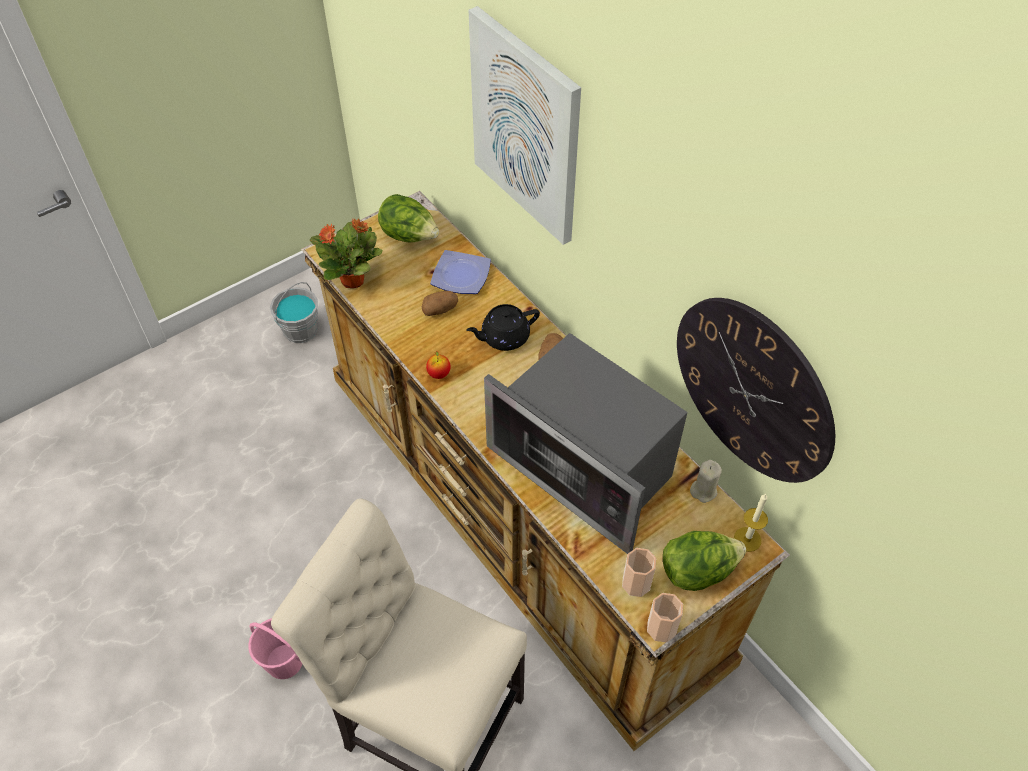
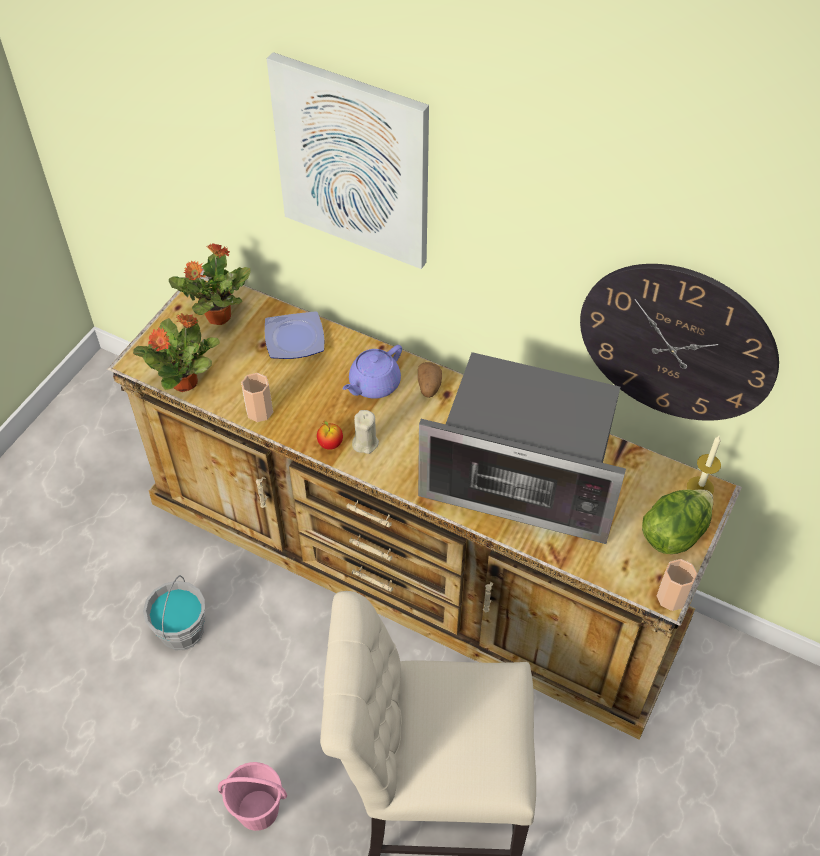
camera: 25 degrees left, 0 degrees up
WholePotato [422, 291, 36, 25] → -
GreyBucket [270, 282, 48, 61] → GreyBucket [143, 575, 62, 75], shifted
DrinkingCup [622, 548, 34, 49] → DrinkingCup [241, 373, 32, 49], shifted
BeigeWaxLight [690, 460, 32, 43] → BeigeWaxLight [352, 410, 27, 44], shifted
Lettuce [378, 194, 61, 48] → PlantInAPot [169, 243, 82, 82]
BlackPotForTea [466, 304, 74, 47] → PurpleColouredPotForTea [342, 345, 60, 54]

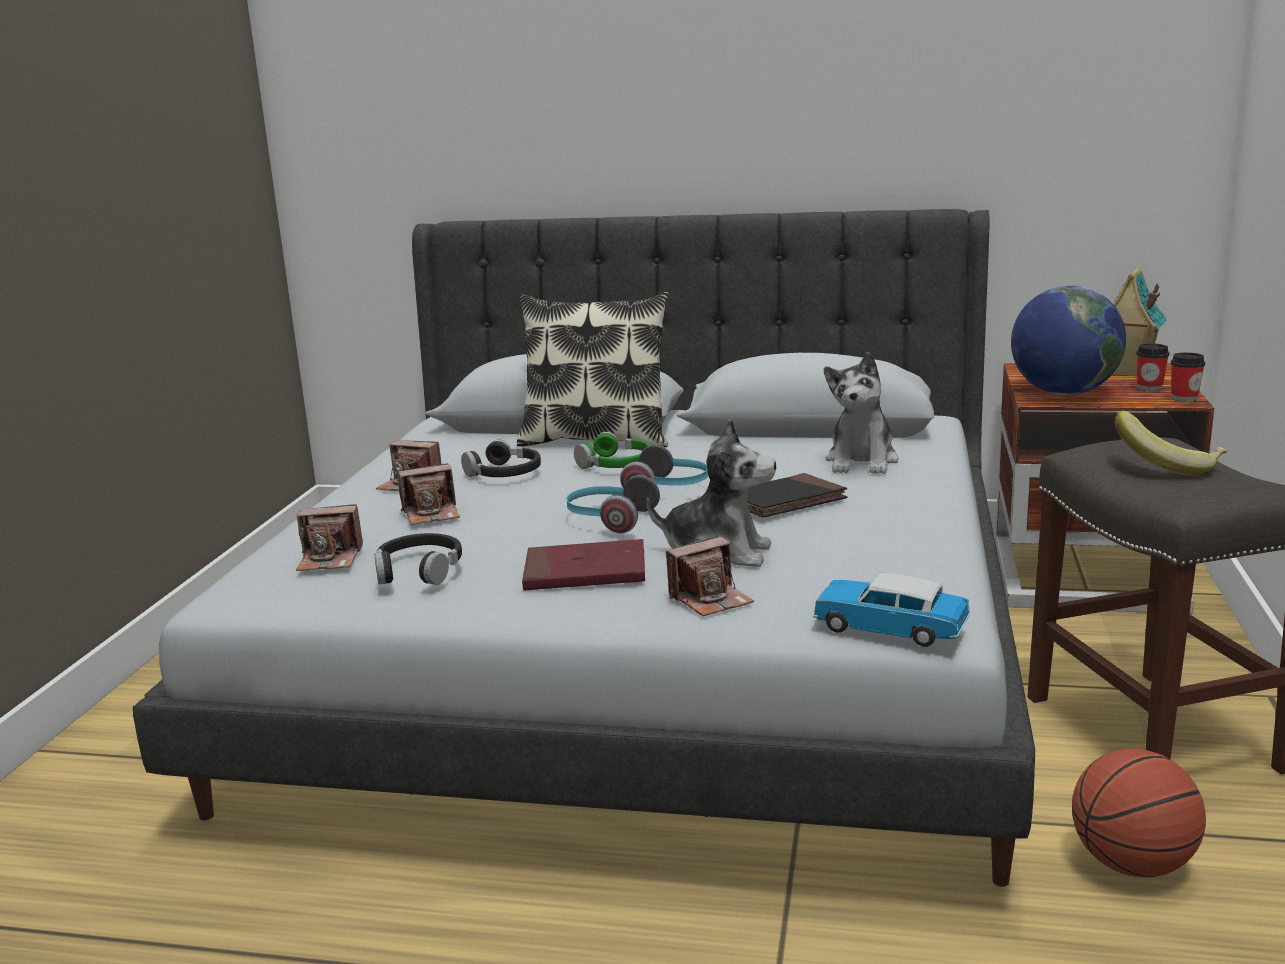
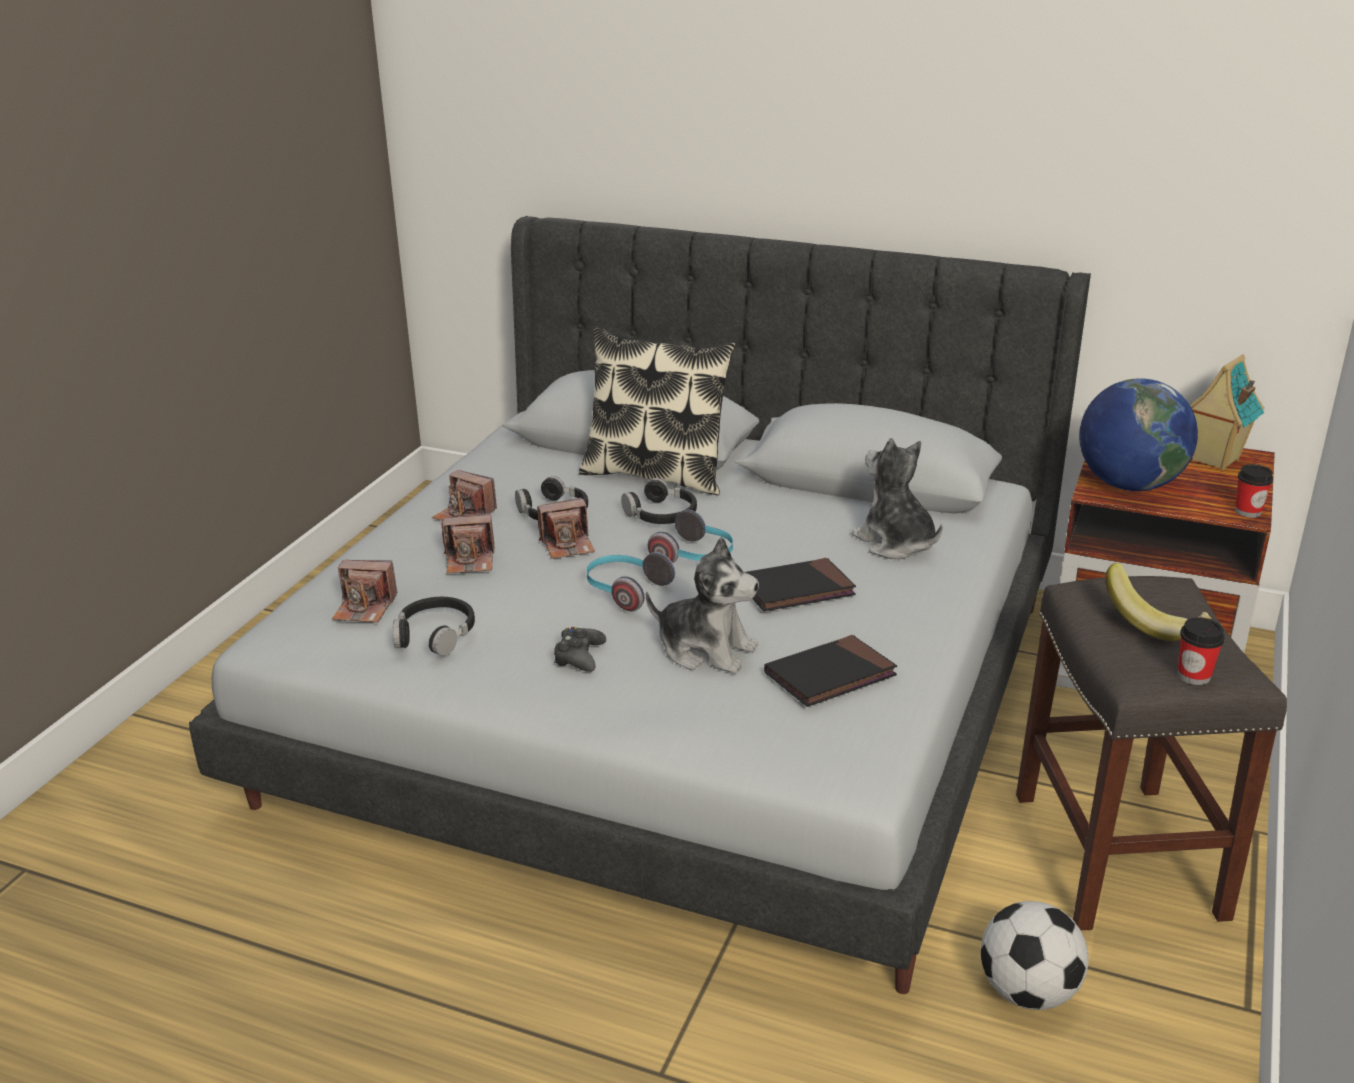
camera: 10 degrees right, 10 degrees up
ToyCar [813, 573, 157, 74] → -
- → BlackBoundBook [764, 635, 133, 72]
PhotoCamera [666, 536, 88, 80] → PhotoCamera [537, 497, 58, 62], shifted
DrinkingCup [1136, 343, 33, 48] → DrinkingCup [1178, 617, 47, 68], shifted
RedBoundBook [522, 539, 123, 52] → BlackGameController [554, 627, 52, 45]
BasketballBall [1072, 749, 134, 128] → Football [981, 901, 108, 109]
GreenishPairOfHeadphones [574, 432, 77, 37] → BlackPairOfHeadphones [621, 478, 76, 46]
PlushToy [824, 352, 75, 122] → PlushToy [851, 438, 91, 121], 120 degrees clockwise

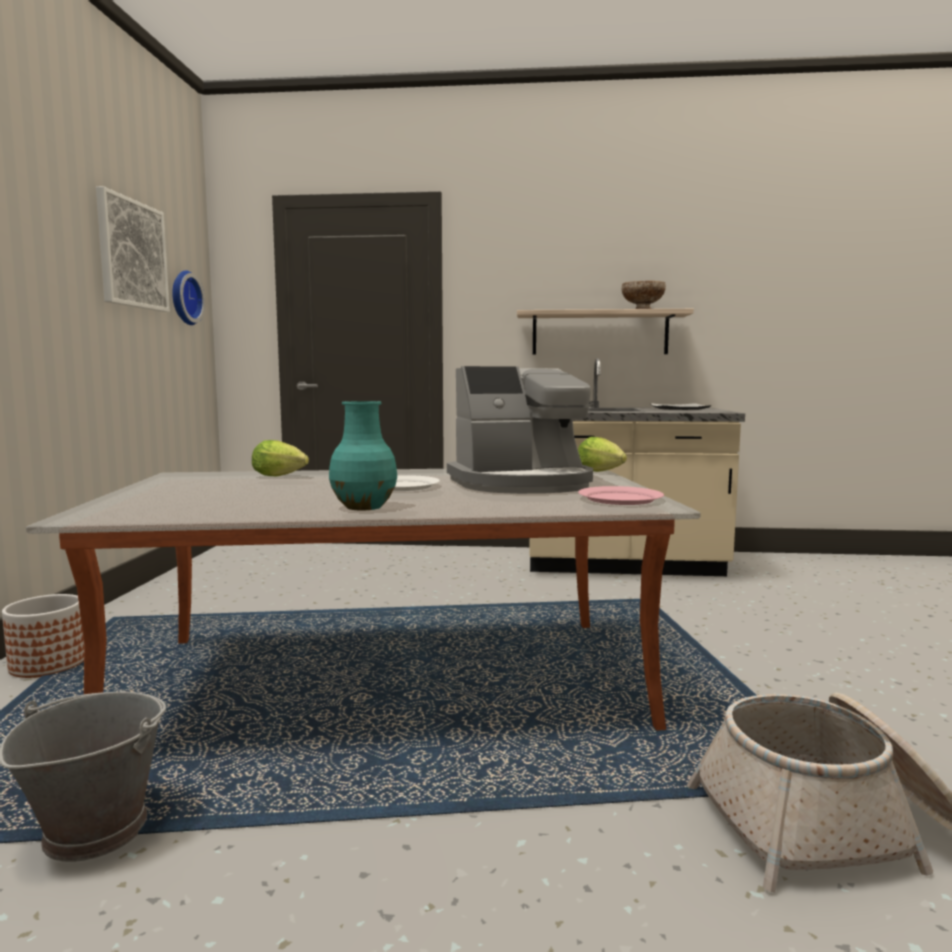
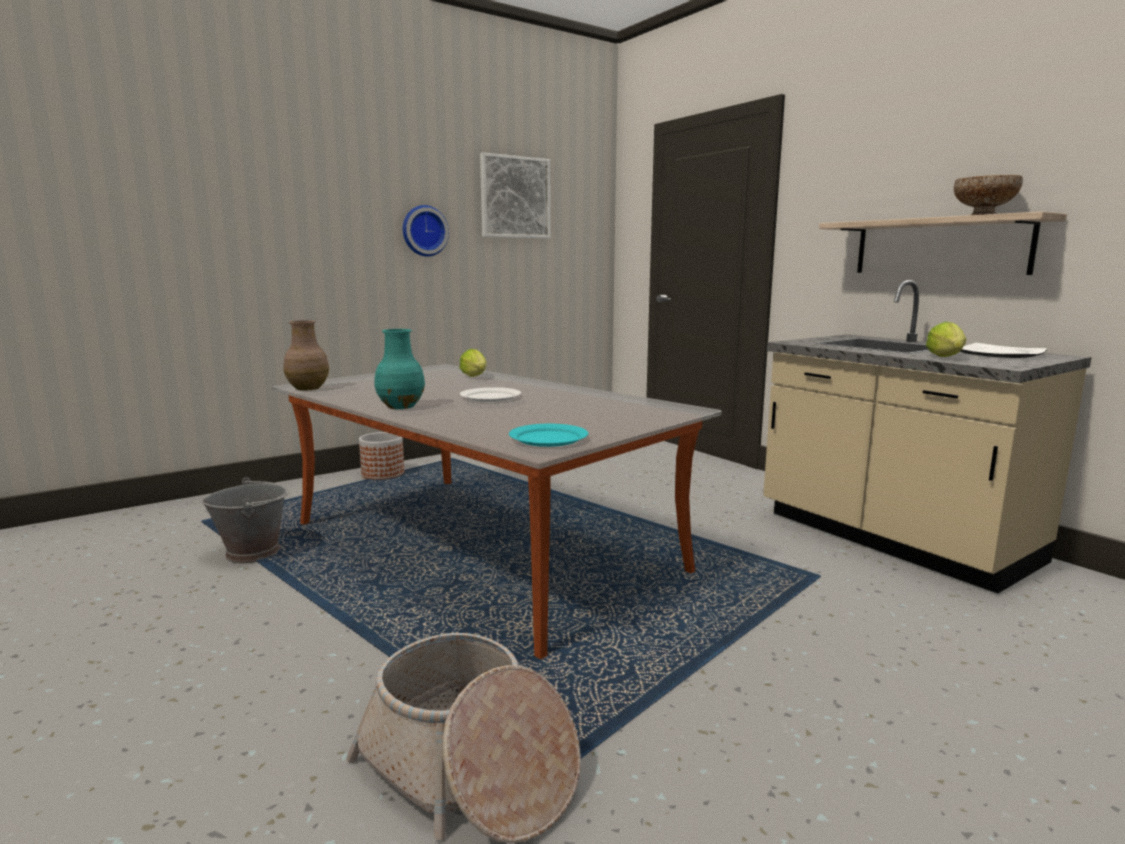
camera: 50 degrees right, 5 degrees up
CoffeeMachine [447, 366, 147, 128] → -
- → BrownColouredFlowerVase [283, 320, 46, 71]
WallClock [172, 270, 33, 55] → WallClock [403, 205, 46, 52], shifted
Lettuce [578, 437, 49, 35] → Lettuce [926, 322, 40, 35], shifted
PinkDinnerPlate [578, 486, 86, 19] → TurquoiseColouredDinnerPlate [509, 424, 79, 23]

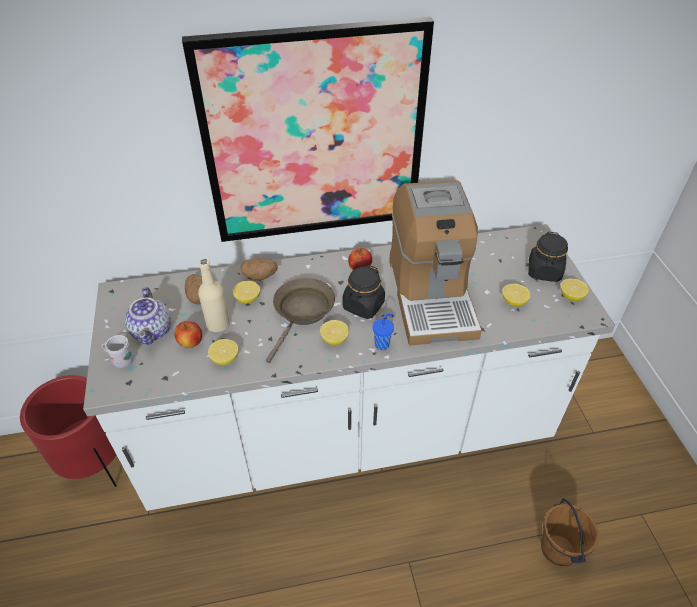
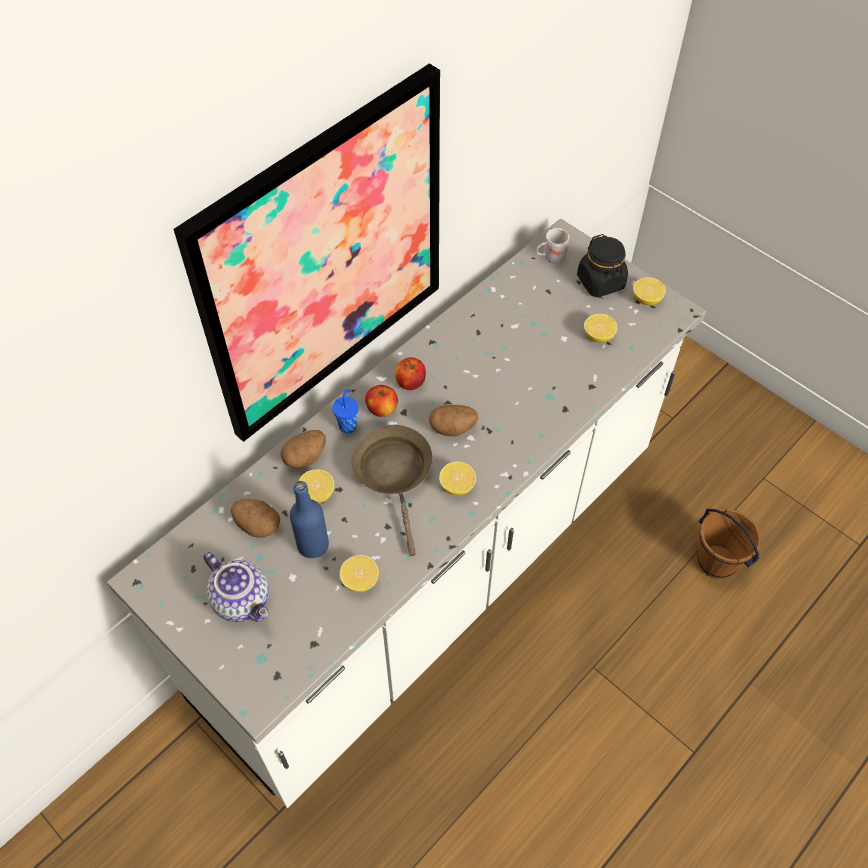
camera: 35 degrees left, 10 degrees up
RedFlowerPot [20, 375, 97, 112] → -
CoffeeMachine [389, 180, 93, 165] → -
WhitishTeaMug [102, 335, 32, 33] → WhitishTeaMug [536, 228, 36, 36], shifted
AppleFruit [175, 321, 27, 27] → AppleFruit [365, 385, 33, 32], shifted
BlueDrinkingCup [372, 313, 22, 37] → BlueDrinkingCup [332, 389, 27, 45], shifted
BlackStorageJar [343, 265, 42, 54] → WholePotato [429, 405, 50, 31]
BeigeBeverageBottle [198, 259, 32, 73] → BlueBeverageBottle [290, 481, 39, 77]

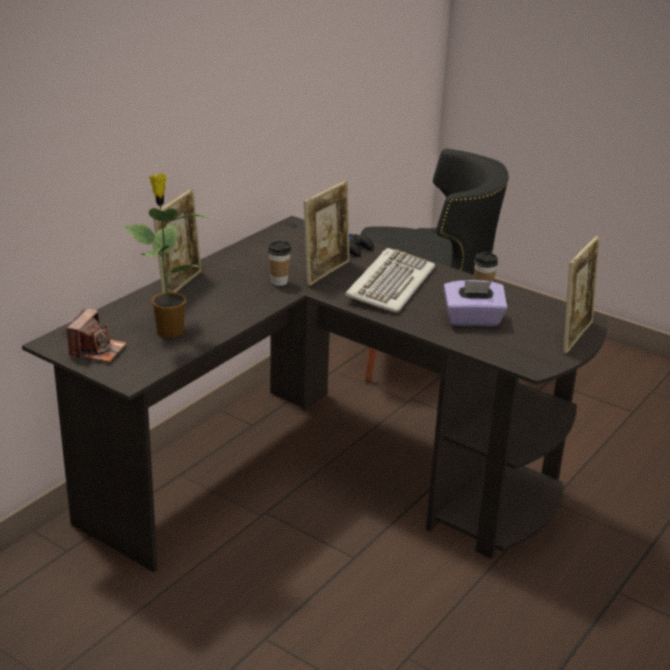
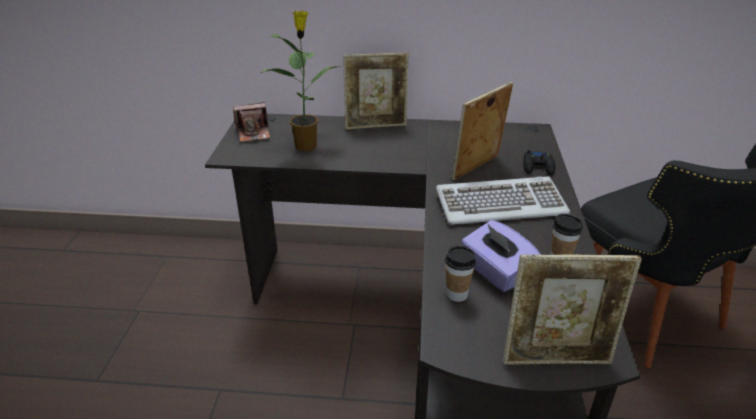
camera: 60 degrees right, 5 degrees up
DrinkingCup [268, 241, 24, 45] → DrinkingCup [445, 246, 31, 56], shifted
StandingFrame [304, 181, 46, 105] → StandingFrame [452, 82, 61, 99], 135 degrees clockwise

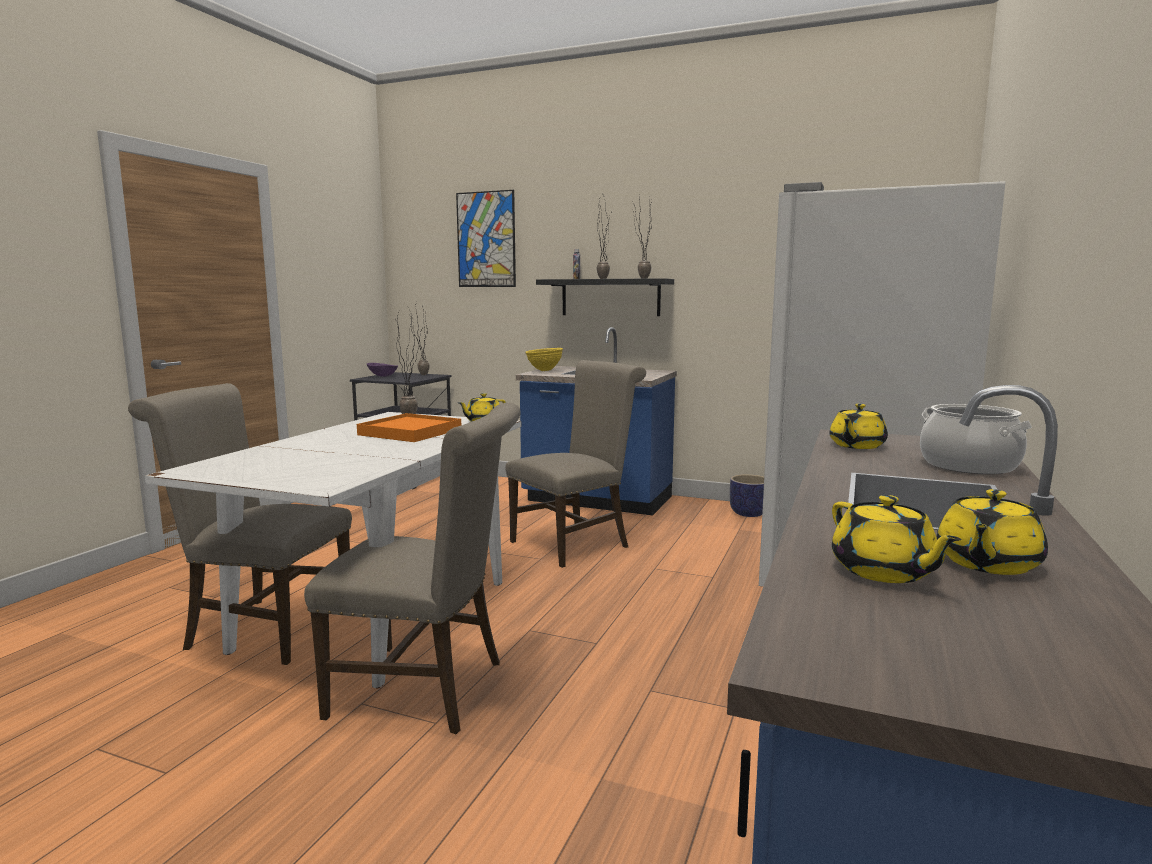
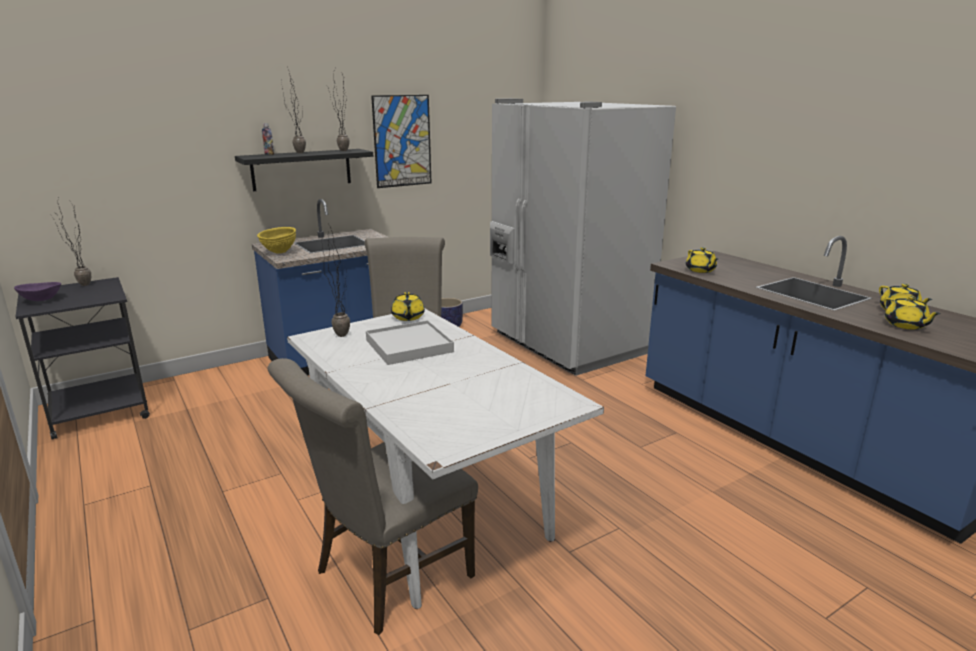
camera: 55 degrees left, 10 degrees up
BeigePlainChair [304, 403, 217, 331] → -
CookingPot [920, 404, 112, 70] → -
Picture [456, 190, 60, 97] → Picture [371, 95, 60, 93], shifted
OrangeyCarryingTray [357, 413, 104, 29] → WhitishCarryingTray [366, 320, 88, 45]
YellowishPotForTea [832, 495, 130, 88] → YellowishPotForTea [884, 296, 57, 34], 60 degrees clockwise

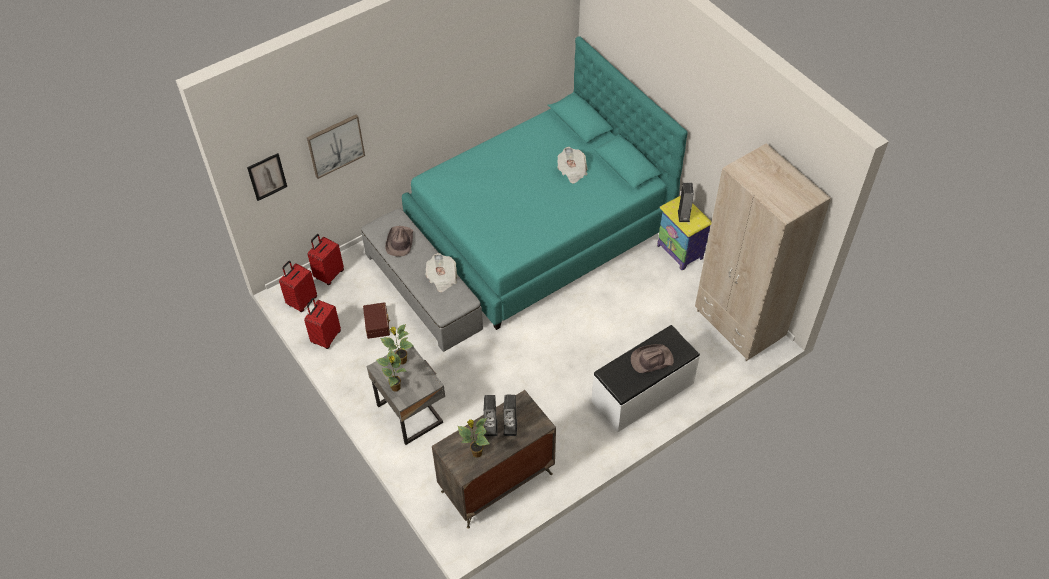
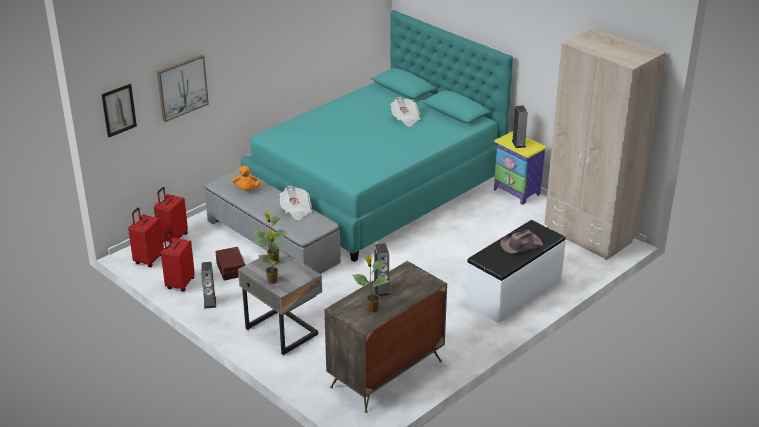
camera: 10 degrees left, 20 degrees down
AudioSpeaker [503, 395, 14, 41] → AudioSpeaker [201, 262, 15, 47], shifted
BrownColouredHat [385, 226, 29, 31] → OrangeyPlushToy [233, 166, 28, 25]

